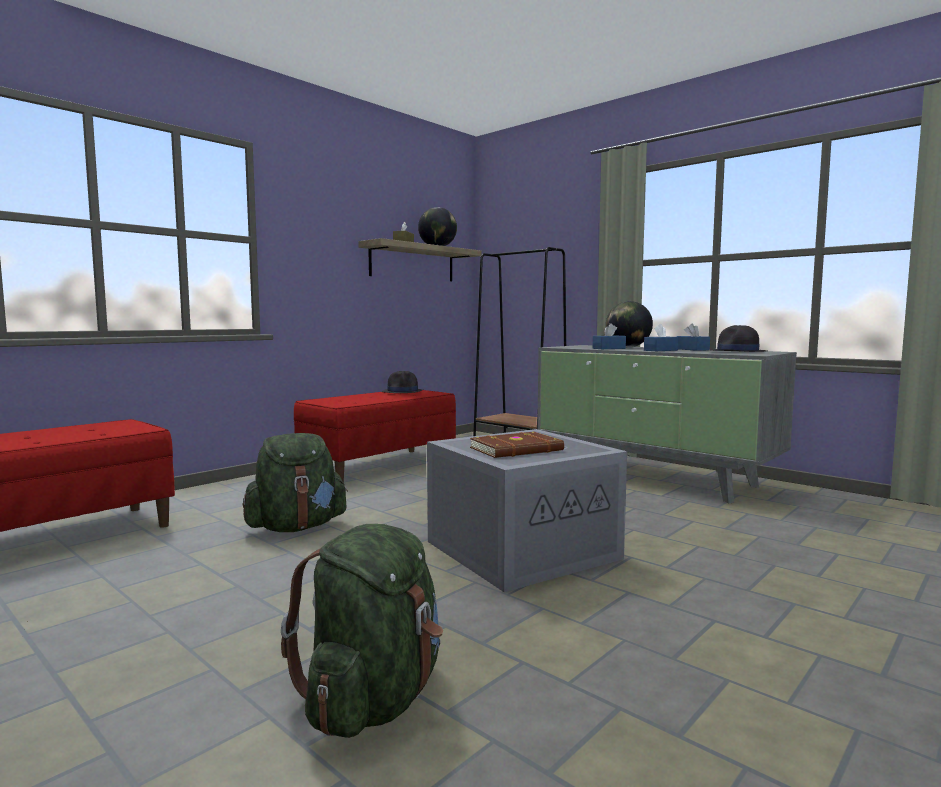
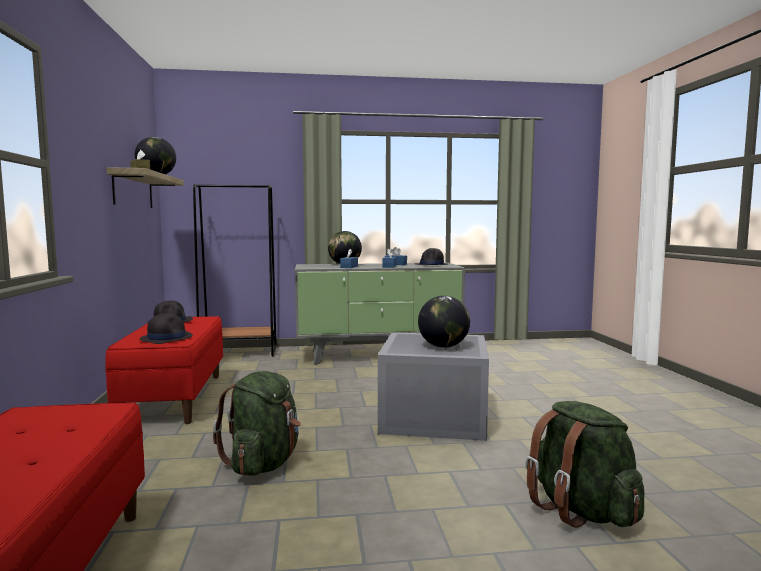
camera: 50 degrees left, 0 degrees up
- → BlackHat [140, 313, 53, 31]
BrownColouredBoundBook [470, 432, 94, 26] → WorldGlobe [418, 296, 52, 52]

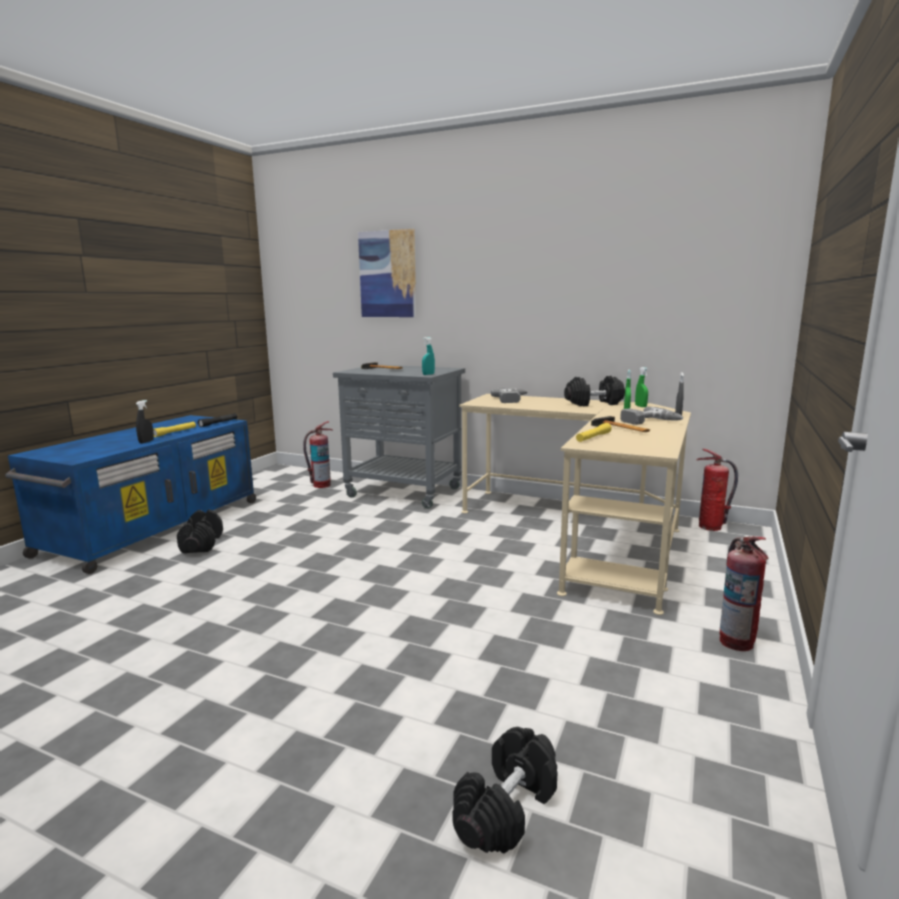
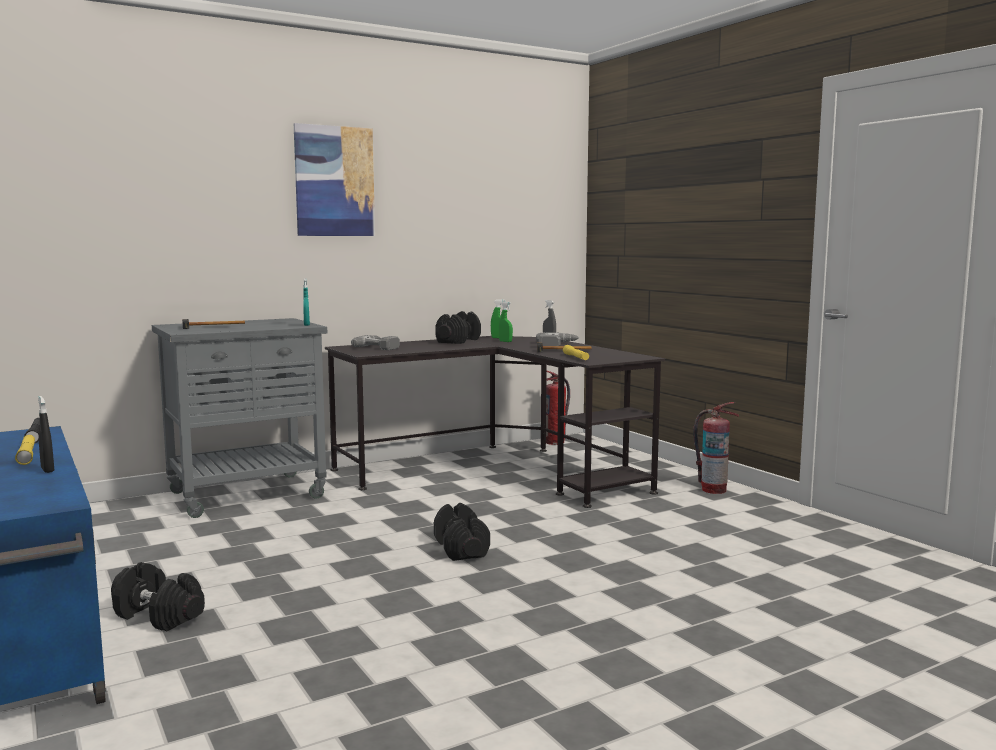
camera: 55 degrees left, 5 degrees down
Extinguisher [303, 421, 29, 67] → -
Picture [358, 229, 58, 88] → Picture [294, 123, 81, 113], shifted
BlackHandWeight [452, 727, 106, 127] → BlackHandWeight [434, 503, 56, 58], shifted
BeigeDesk [459, 394, 232, 221] → BlackDesk [325, 336, 340, 172]

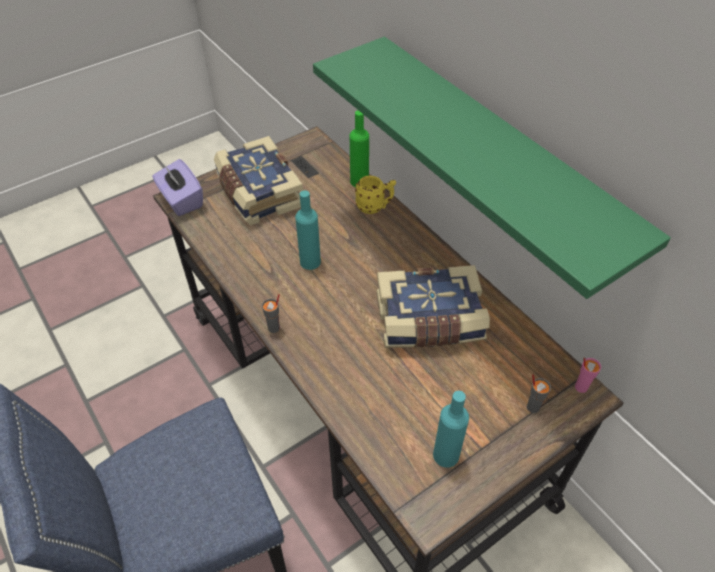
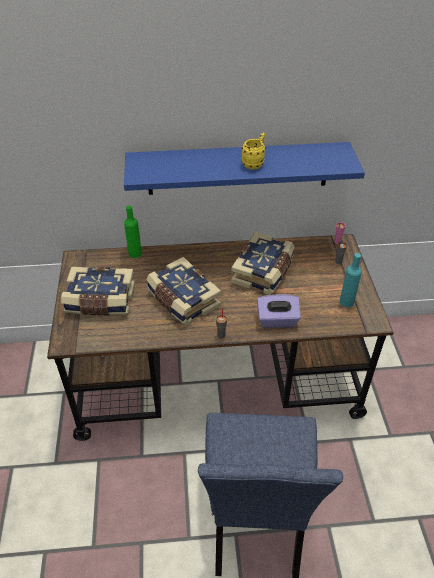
camera: 60 degrees left, 5 degrees down
PurpleColouredBoxOfTissues [152, 159, 51, 57] → PurpleColouredBoxOfTissues [257, 294, 44, 34], shifted
YellowishTeaMug [355, 176, 41, 38] → YellowishTeaMug [242, 133, 24, 36], shifted
TurquoiseColouredBeverageBottle [295, 190, 26, 80] → BoundBook [146, 257, 75, 69]
GreenishShelf [313, 37, 358, 262] → BlueShelf [124, 142, 241, 53]

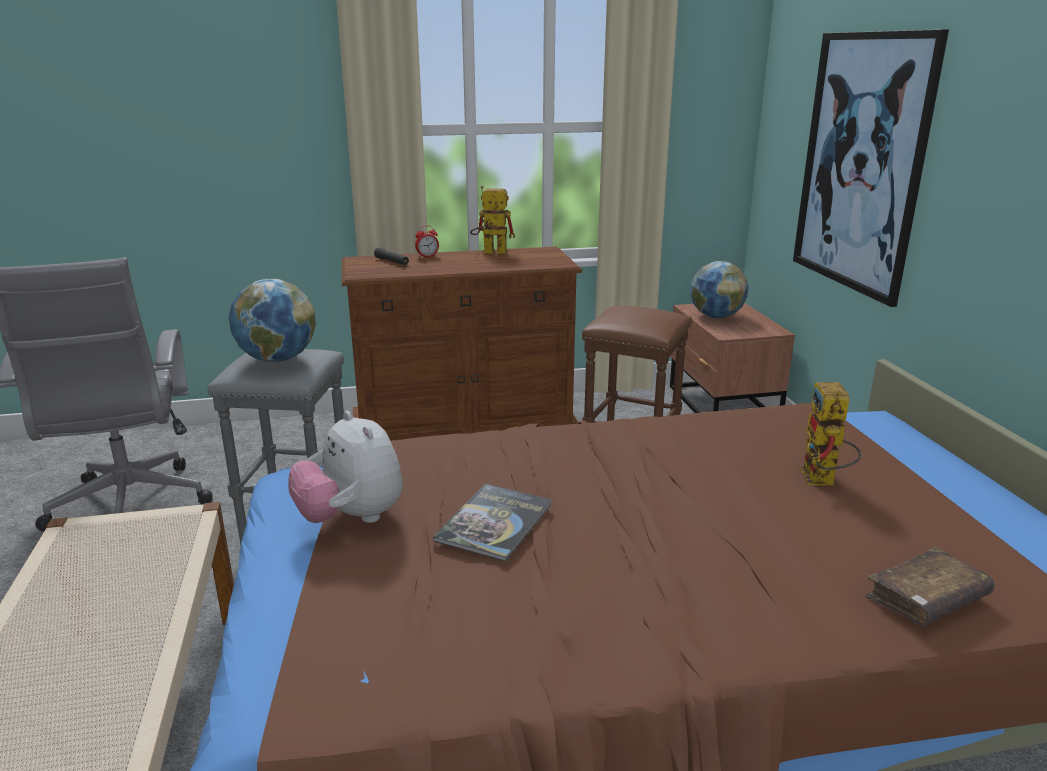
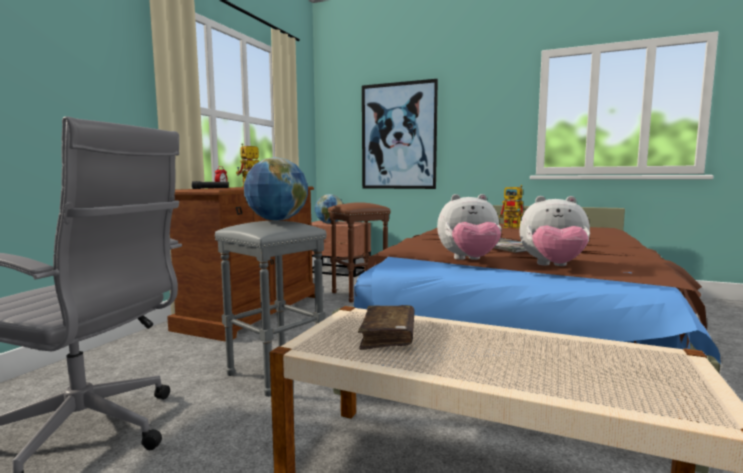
camera: 55 degrees left, 15 degrees down
- → PlushToy [519, 196, 71, 70]
BrownColouredBoundBook [865, 547, 129, 79] → BrownColouredBoundBook [358, 305, 57, 45], shifted

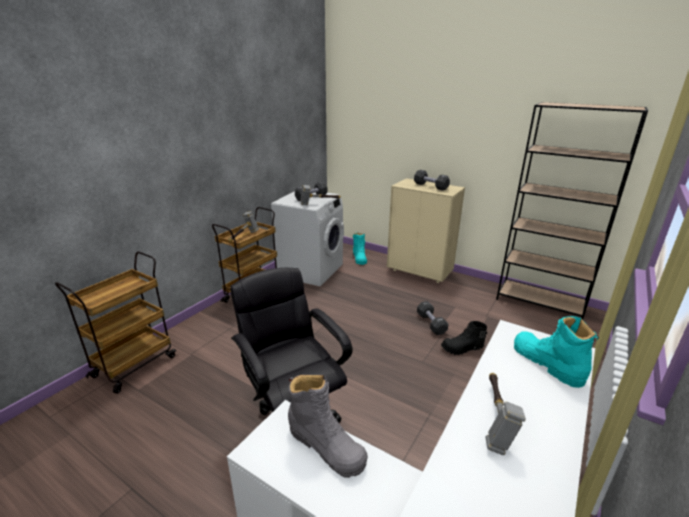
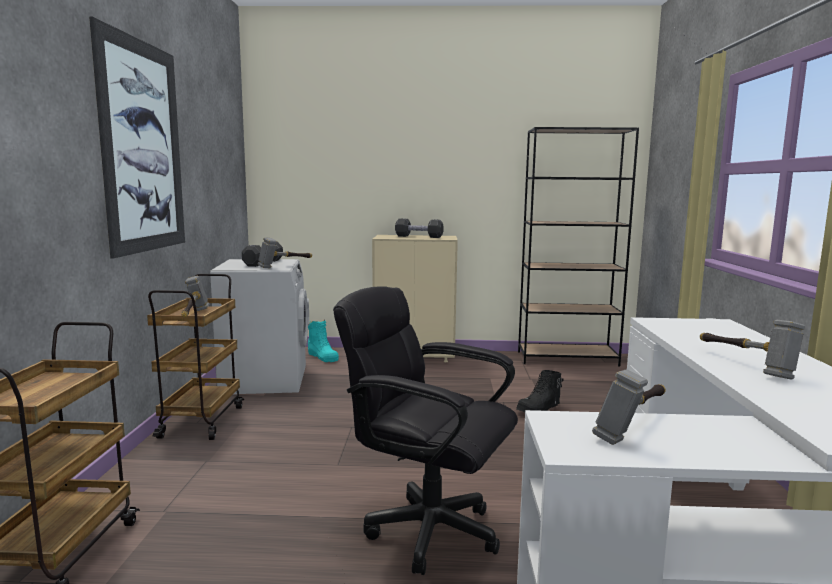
camera: 30 degrees left, 15 degrees down
BlackHandWeight [417, 301, 32, 34] → -
TurquoiseColouredBoot [514, 316, 85, 72] → -
- → Picture [89, 17, 96, 242]
GreyBoot [288, 374, 80, 104] → Hammer [592, 369, 74, 76]

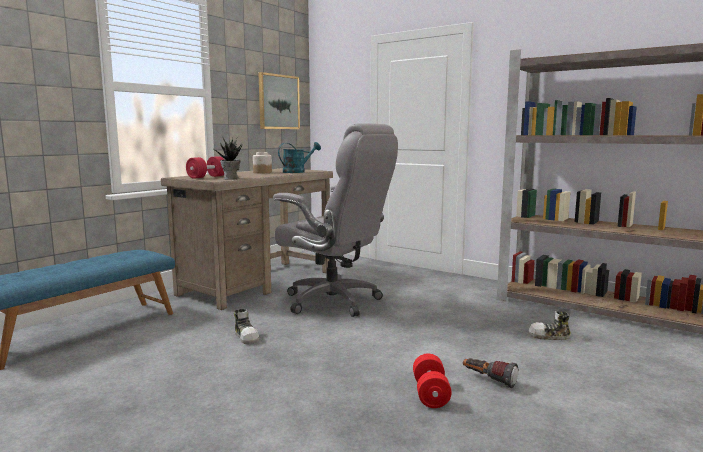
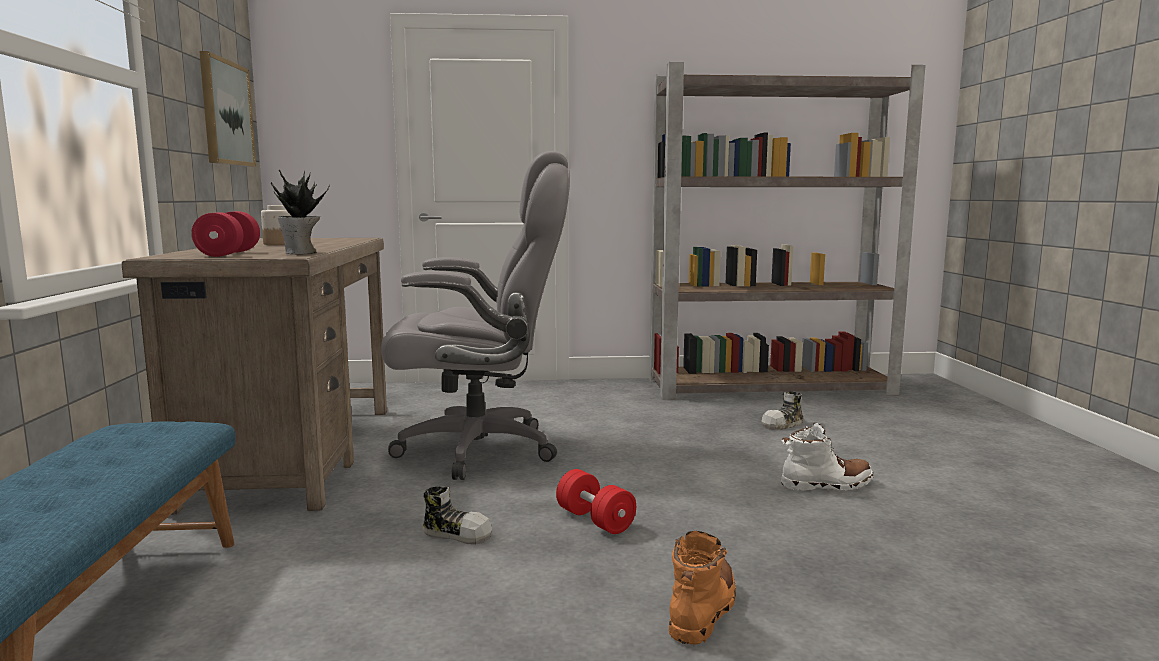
camera: 40 degrees left, 0 degrees up
TurquoiseColouredSprinklingCan [278, 142, 43, 31] → -
- → OrangeyBoot [669, 531, 67, 114]
RedHandWeight [413, 354, 39, 54] → RedHandWeight [556, 469, 80, 65], shifted
HandTorch [463, 358, 55, 30] → WhitishBoot [781, 423, 92, 68]

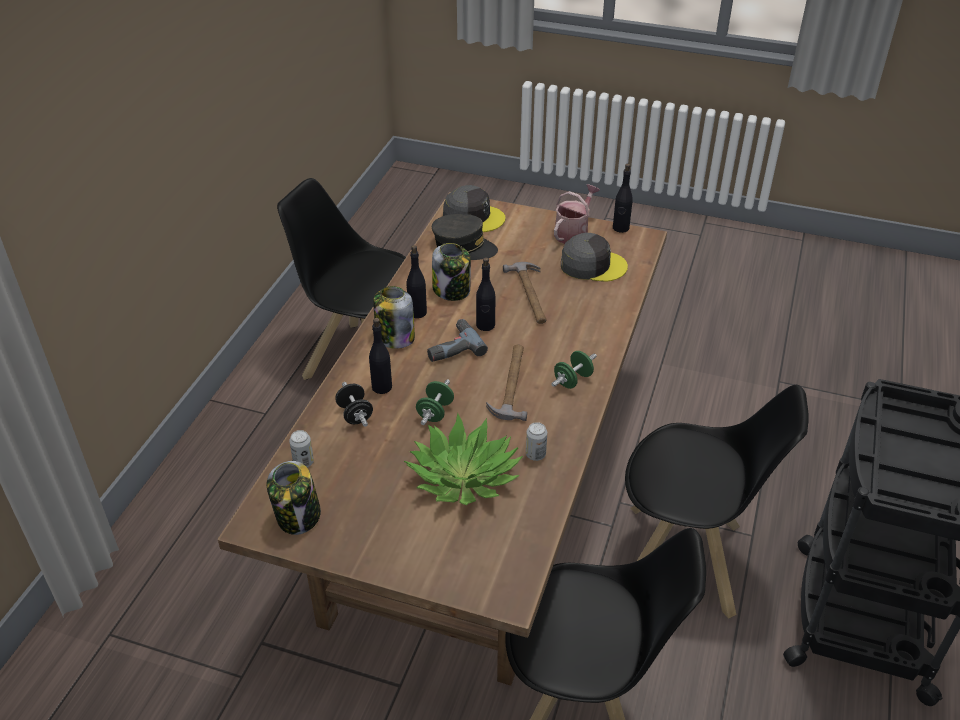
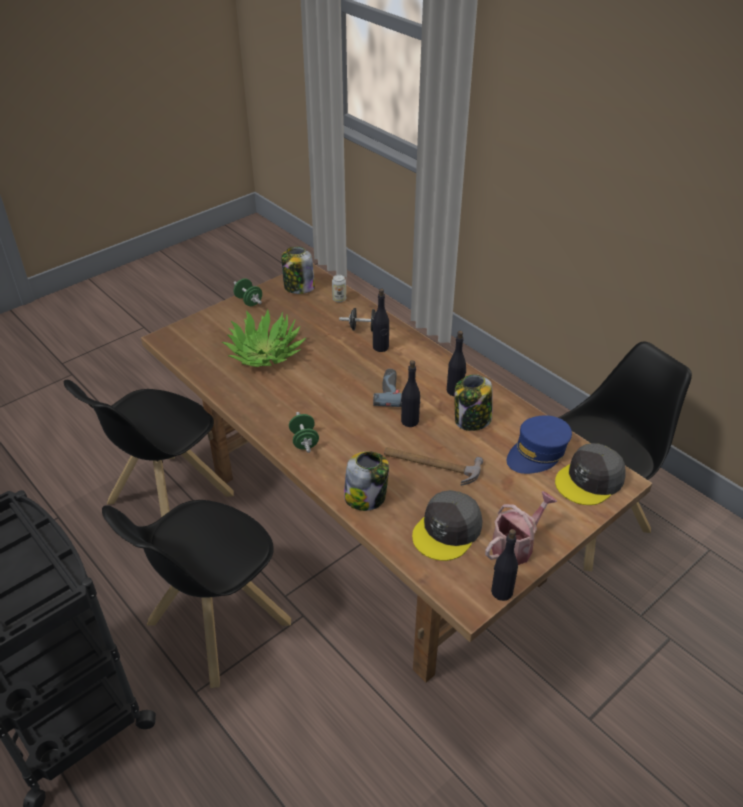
camera: 120 degrees right, 0 degrees up
Hammer [486, 345, 41, 76] → -
Can [526, 422, 21, 39] → -
StorageJar [373, 286, 42, 63] → StorageJar [344, 451, 45, 60], shifted
GreenishHandWeight [416, 379, 38, 46] → GreenishHandWeight [233, 278, 29, 28], shifted
GreyBaseballCap [432, 214, 66, 46] → BlueBaseballCap [507, 415, 65, 59]
SprinklingCan [554, 184, 46, 60] → SprinklingCan [485, 491, 72, 74], 105 degrees counterclockwise

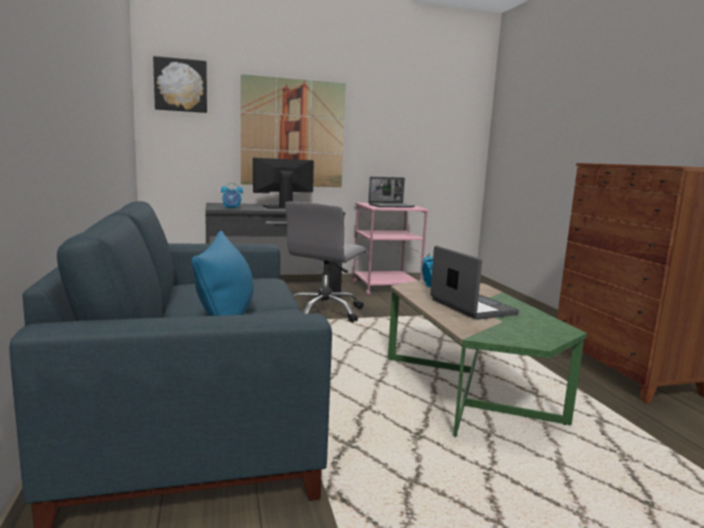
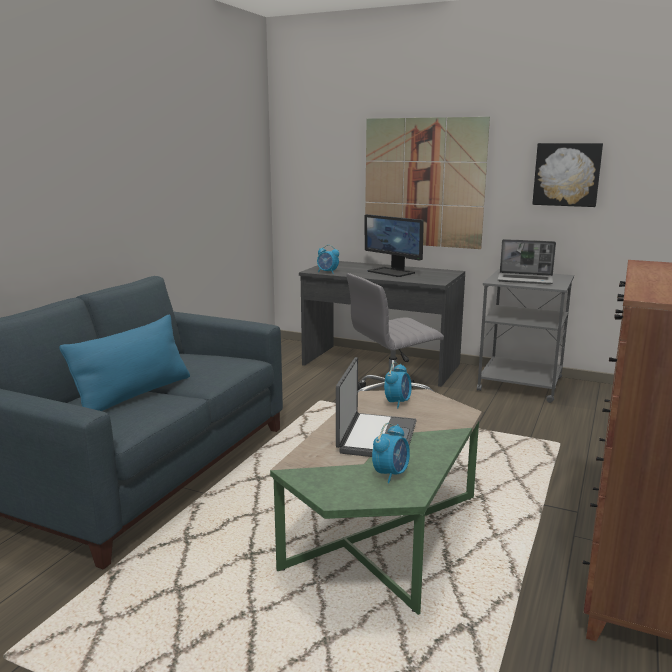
camera: 40 degrees right, 5 degrees up
- → BedsideClock [372, 423, 38, 60]
Picture [153, 56, 54, 57] → Picture [532, 143, 71, 64], shifted
PinkWheeledCart [352, 203, 77, 92] → GreyWheeledCart [477, 269, 97, 134]
Monitor [253, 158, 61, 51] → Monitor [364, 214, 60, 63], 150 degrees counterclockwise

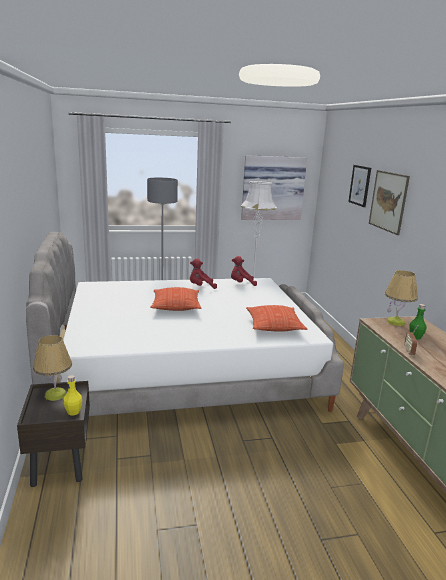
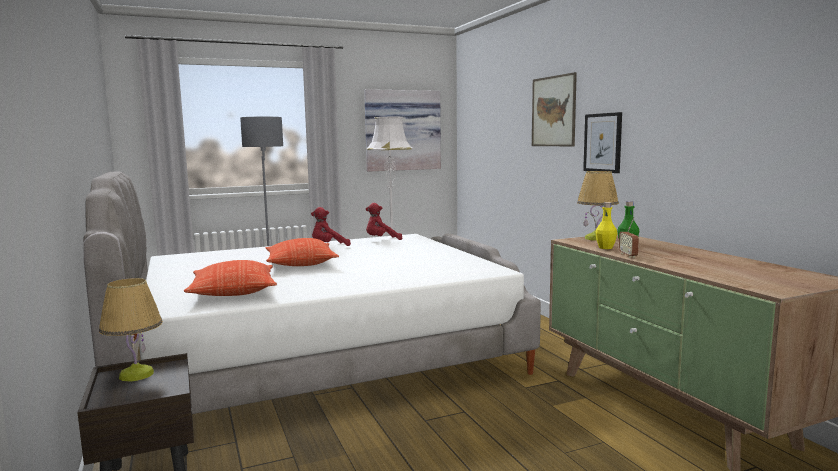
camera: 10 degrees left, 10 degrees down
YellowishBeverageBottle [63, 375, 19, 40] → YellowishBeverageBottle [595, 202, 22, 47], shifted
OrangeyPillow [246, 305, 61, 27] → OrangeyPillow [184, 260, 93, 36], shifted
Picture [348, 165, 23, 42] → Picture [583, 112, 39, 61], shifted

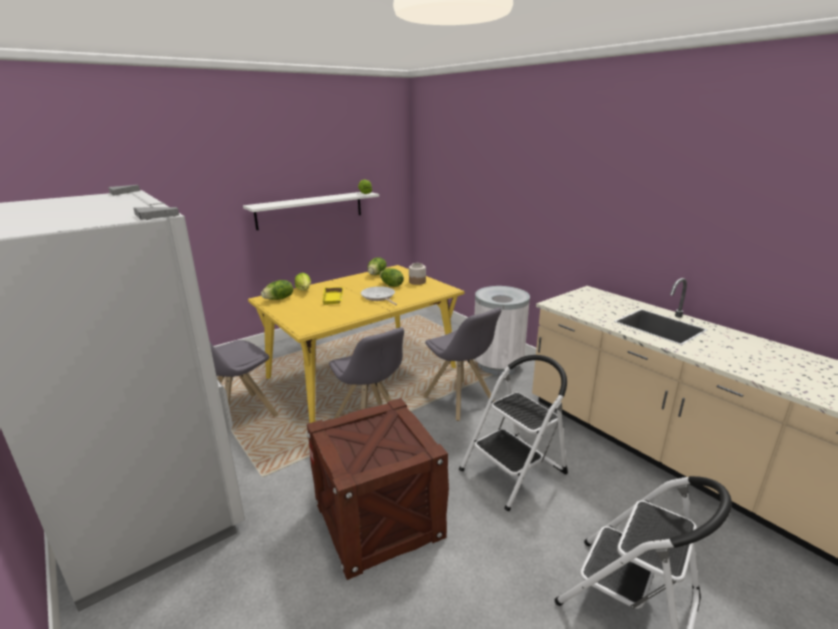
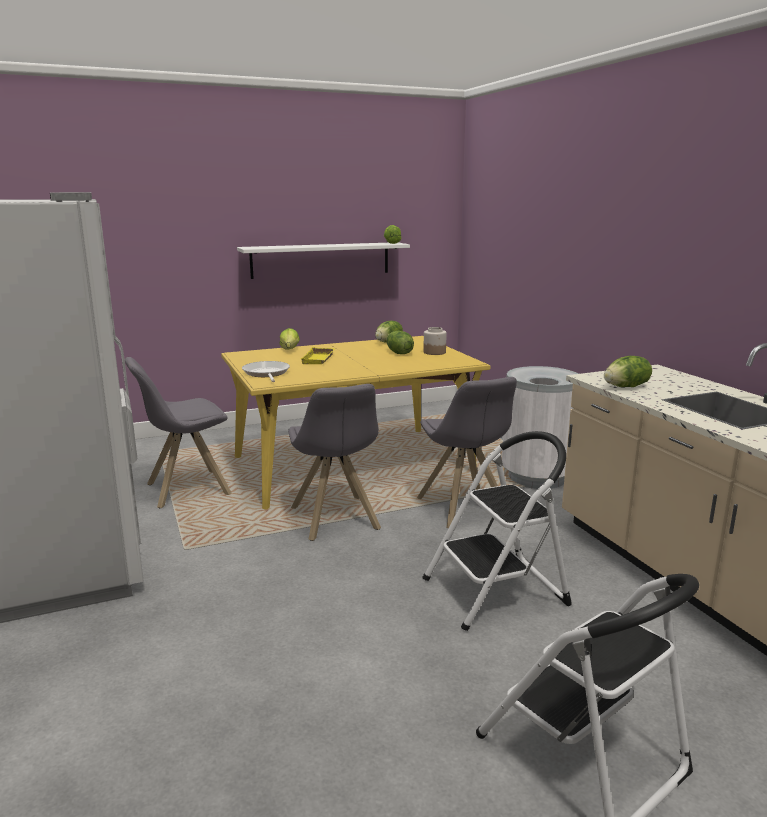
camera: 15 degrees right, 5 degrees down
ShippingCrate [307, 398, 142, 182] → -
Lettuce [261, 280, 32, 20] → Lettuce [604, 356, 48, 31], shifted
Pan [361, 286, 36, 19] → Pan [242, 361, 48, 21], shifted

